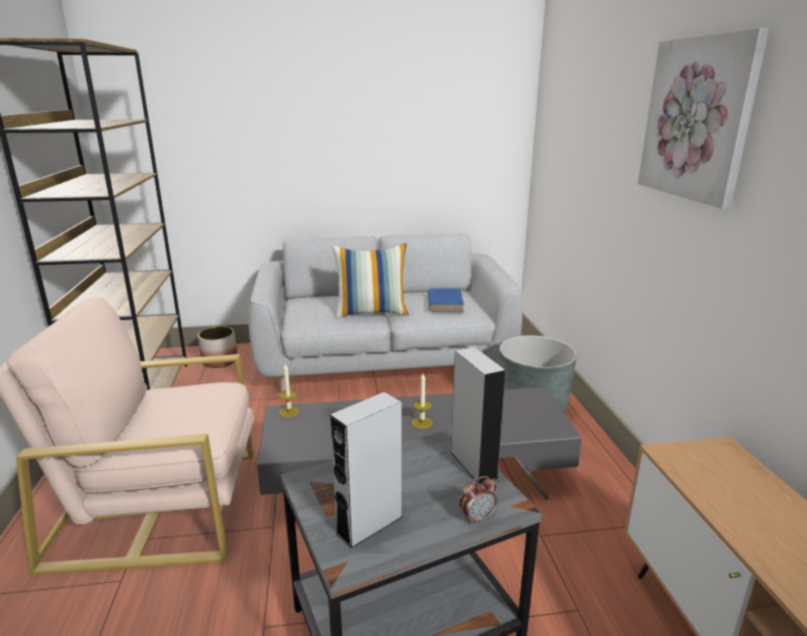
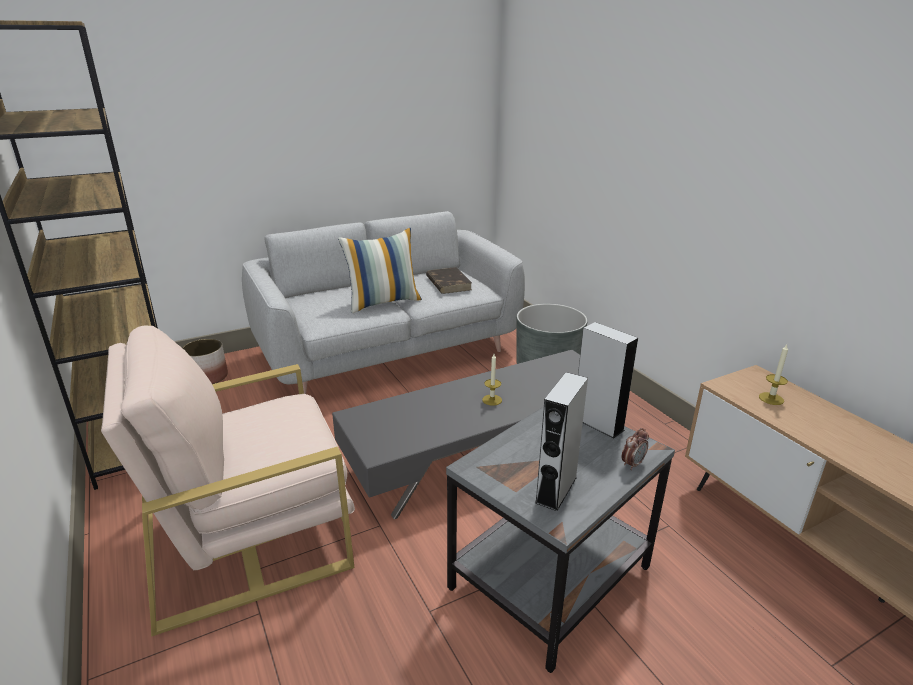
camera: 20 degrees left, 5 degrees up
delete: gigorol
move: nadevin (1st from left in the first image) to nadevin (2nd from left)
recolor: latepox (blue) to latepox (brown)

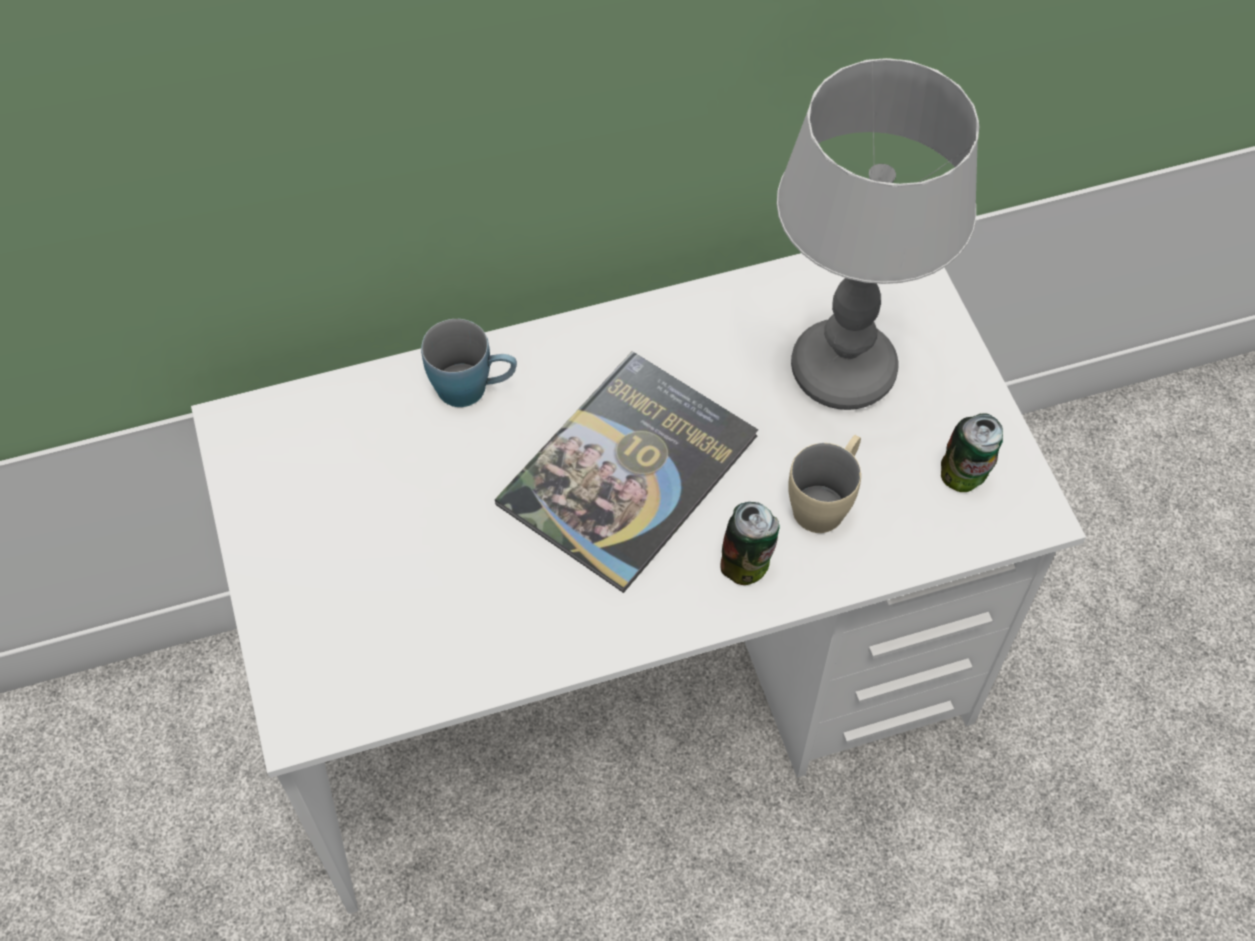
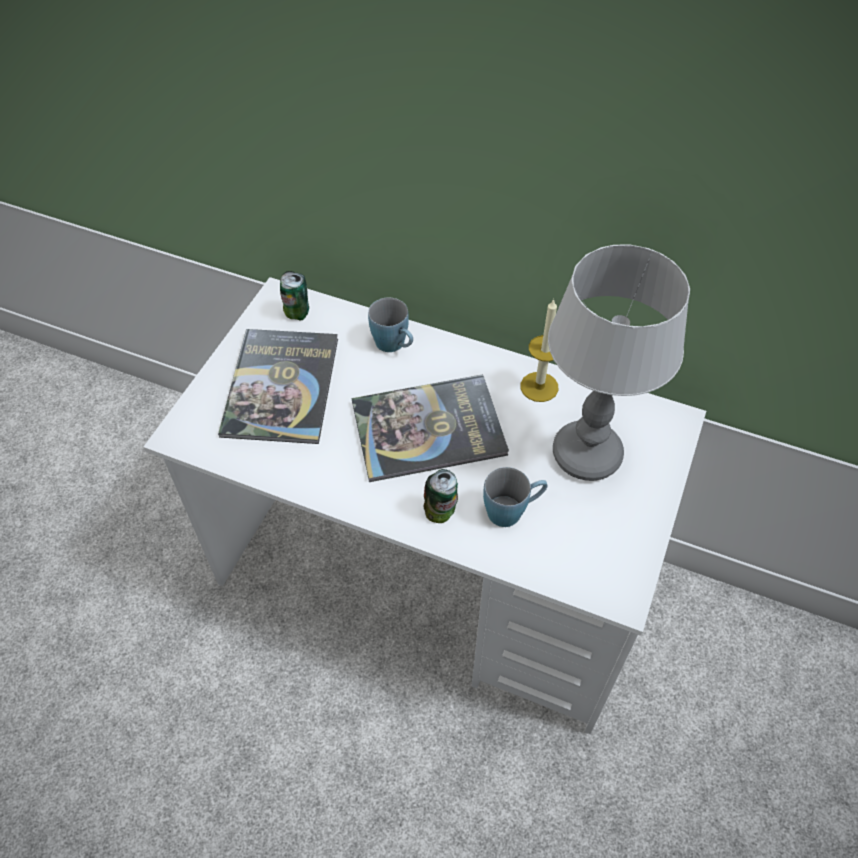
camera: 40 degrees right, 5 degrees down
insert: latepox (1st from left); nadevin
move: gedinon (2nd from left in the first image) to gedinon (1st from left)
recolor: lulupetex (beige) to lulupetex (blue) (2nd from left)

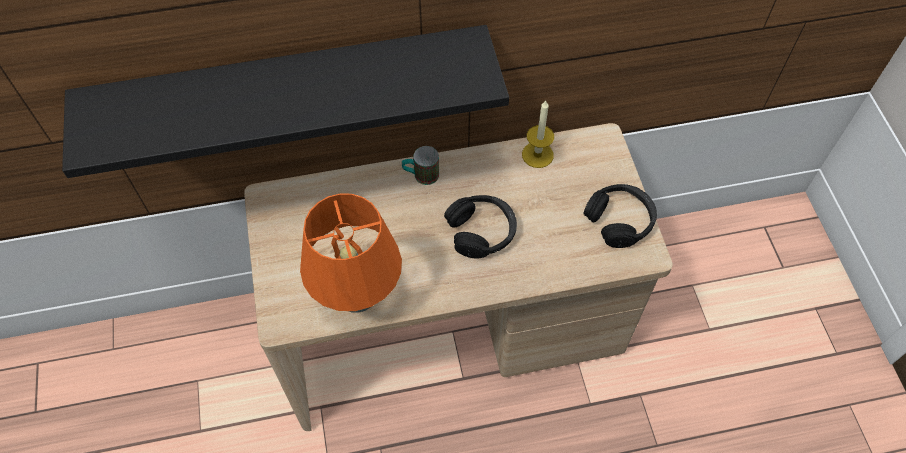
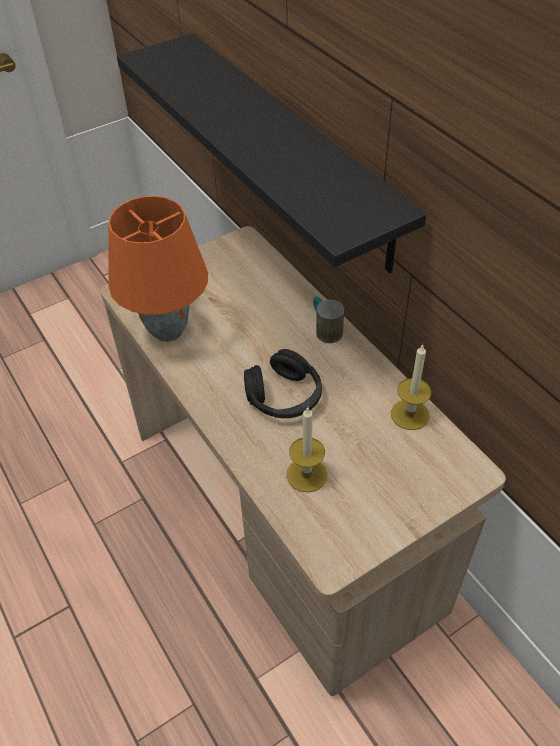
camera: 70 degrees right, 10 degrees down
delete: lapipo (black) (2nd from left)
insert: nadevin (1st from left)

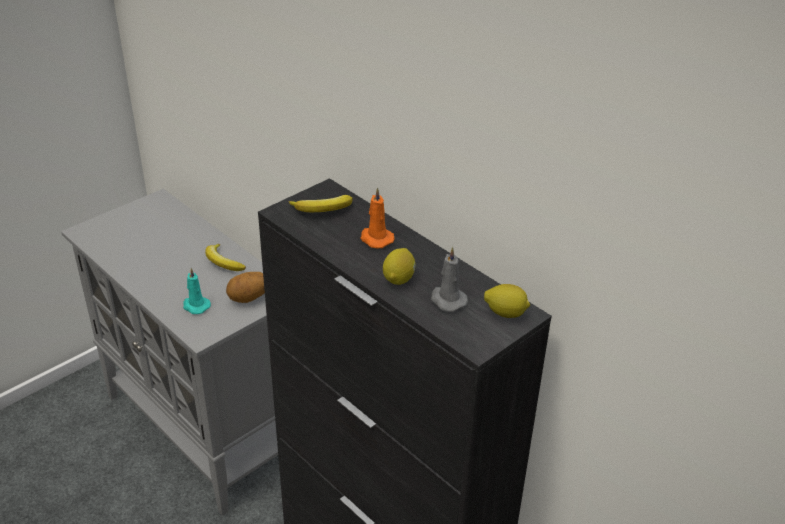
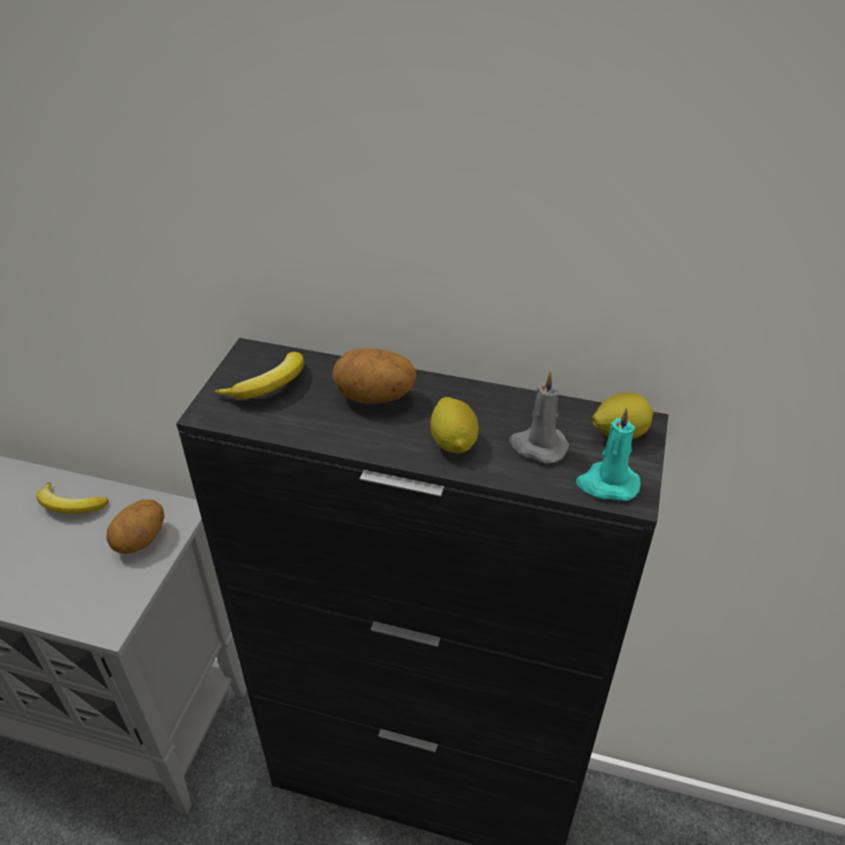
camera: 30 degrees left, 5 degrees up
move: nadevin (turquoise)
replace: nadevin (orange) to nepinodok (2nd from left)

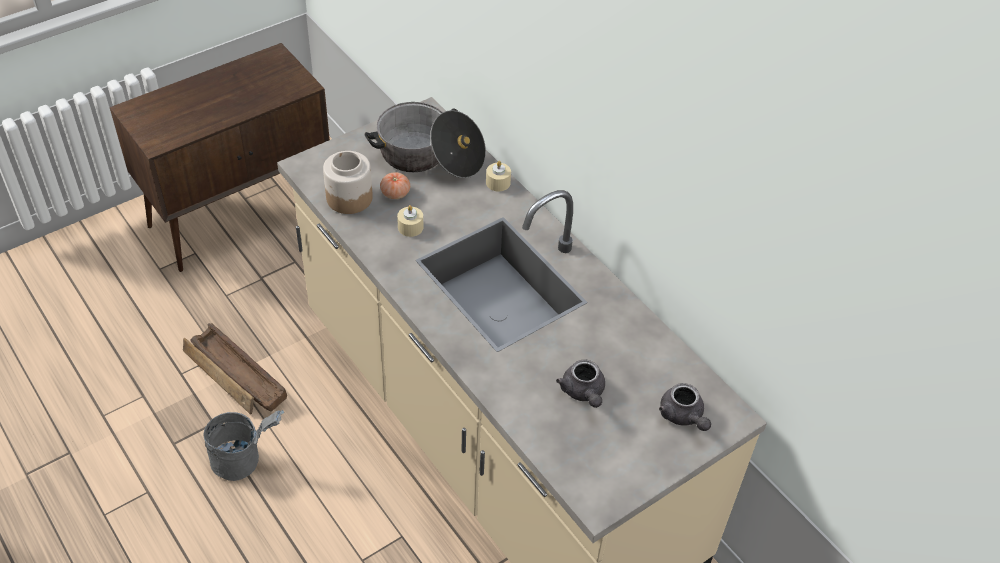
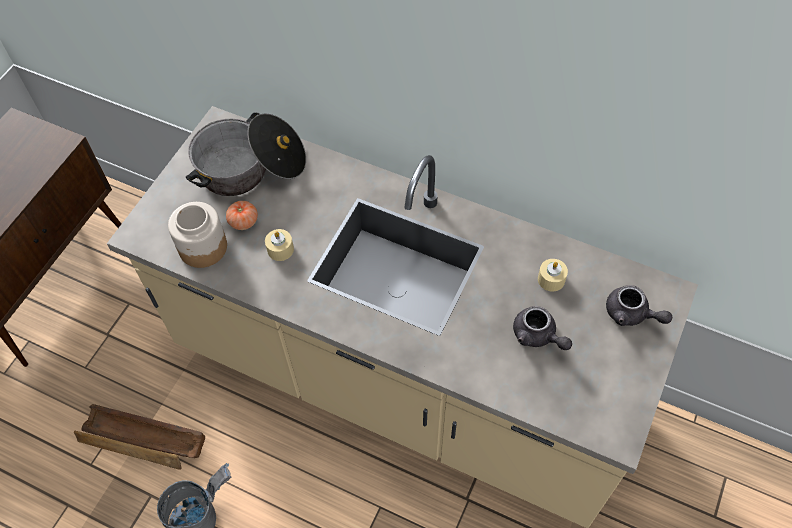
camera: 25 degrees left, 10 degrees up
move: nadevin (beige) (2nd from left)

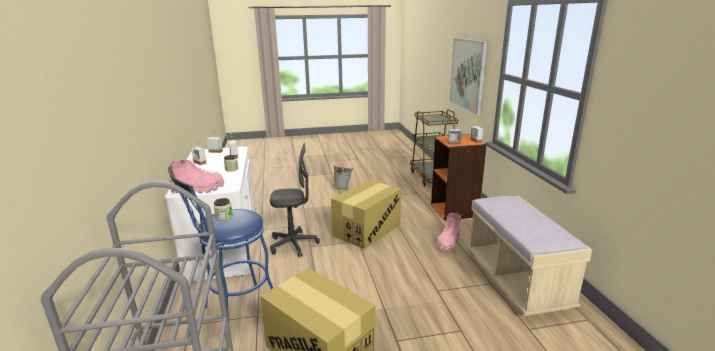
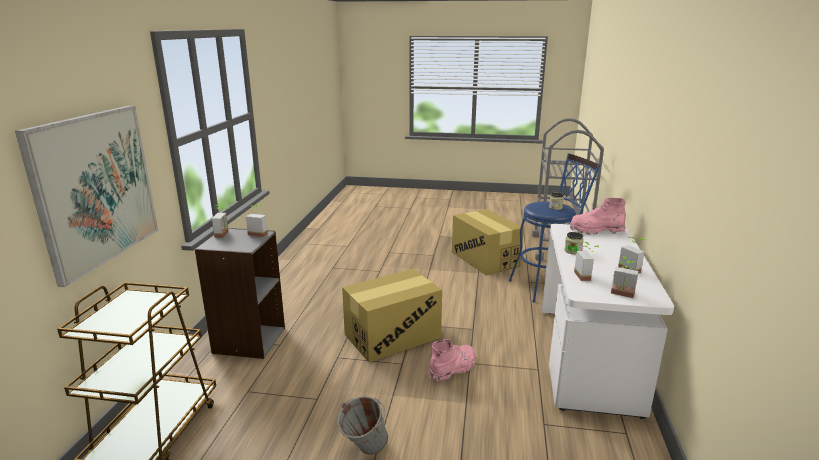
camera: 160 degrees left, 0 degrees up
delete: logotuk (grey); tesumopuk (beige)
move: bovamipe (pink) (2nd from left in the first image) to bovamipe (pink) (1st from left)
recolor: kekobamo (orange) to kekobamo (grey)

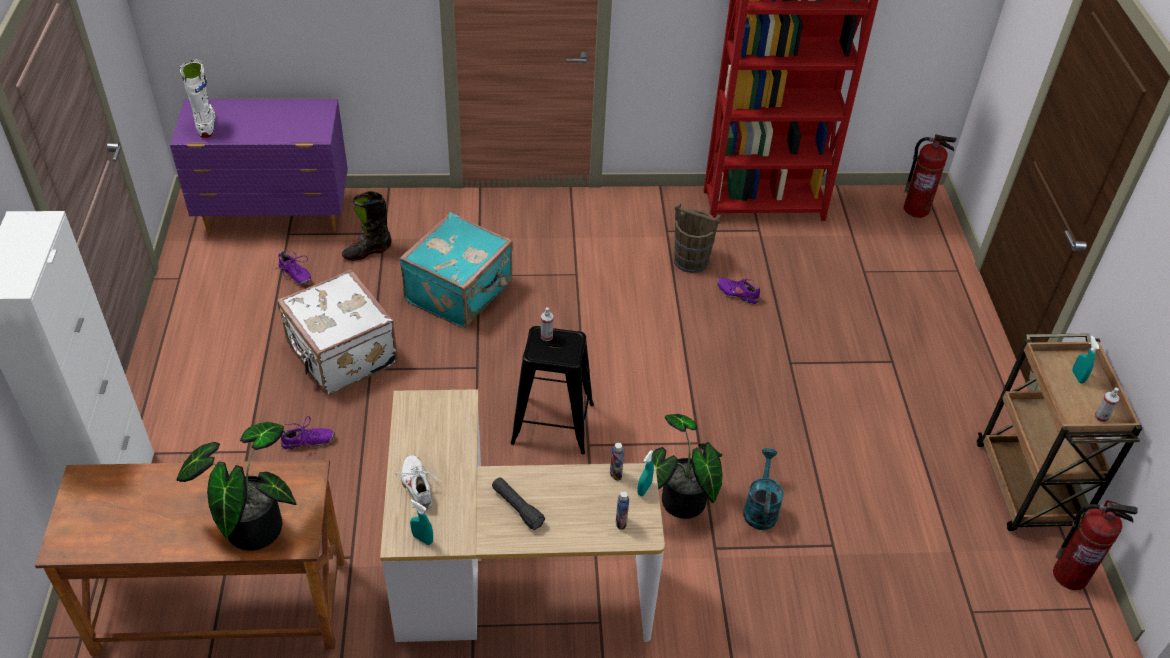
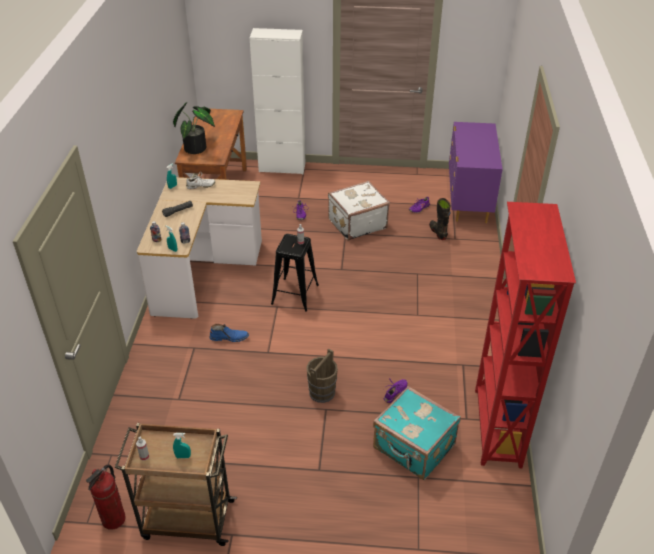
camera: 100 degrees right, 5 degrees down
delete: bovamipe (white); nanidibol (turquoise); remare (1st from left)
move: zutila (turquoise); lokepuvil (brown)
replace: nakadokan (2nd from left) to bovamipe (blue)

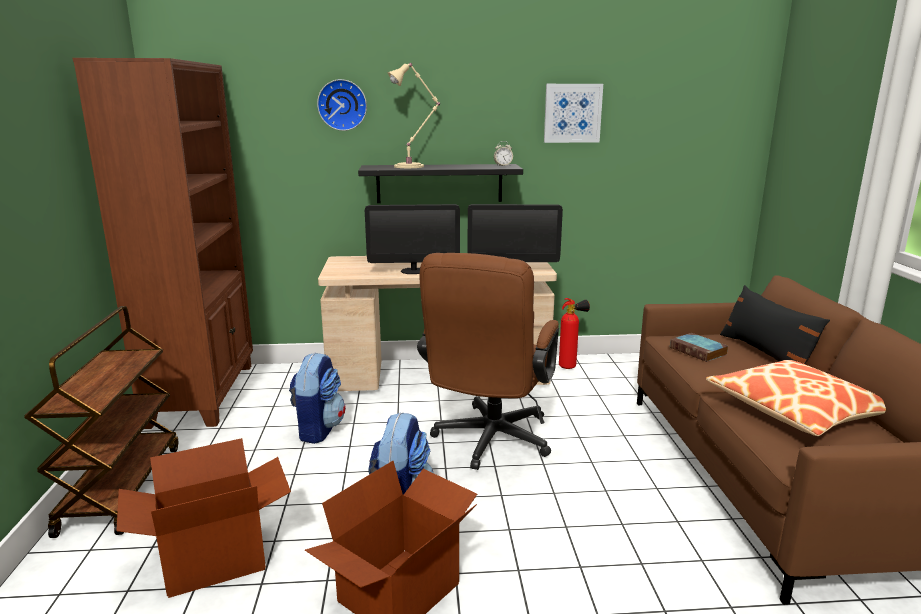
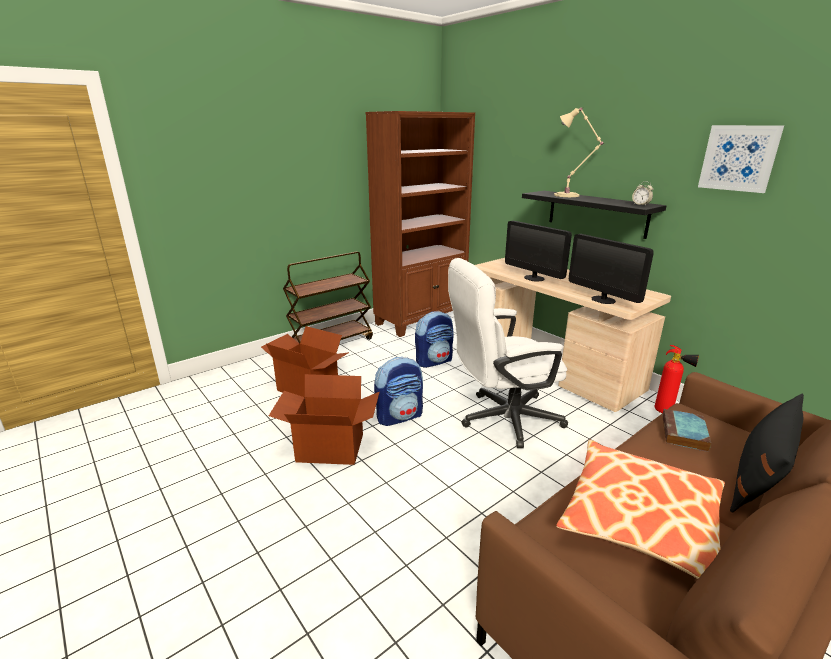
camera: 55 degrees right, 5 degrees up
delete: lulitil
recolor: logotuk (brown) to logotuk (white)

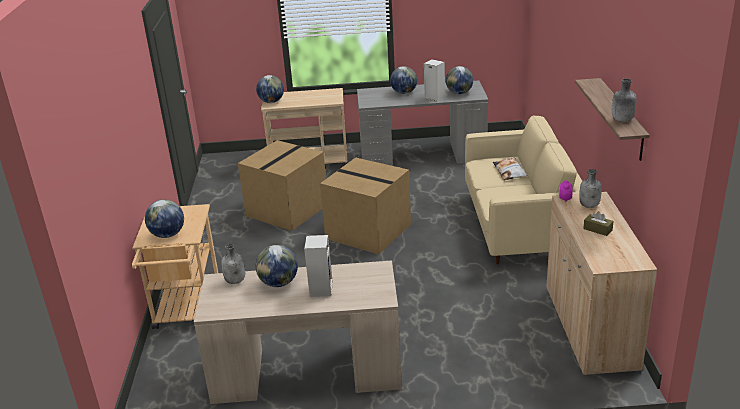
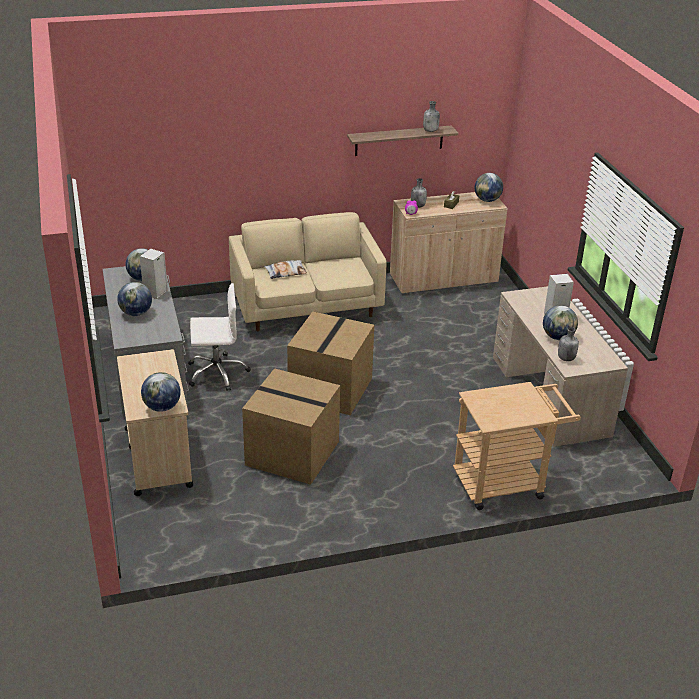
camera: 105 degrees left, 5 degrees up
insert: logotuk (white)
move: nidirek (1st from left in the first image) to nidirek (4th from left)

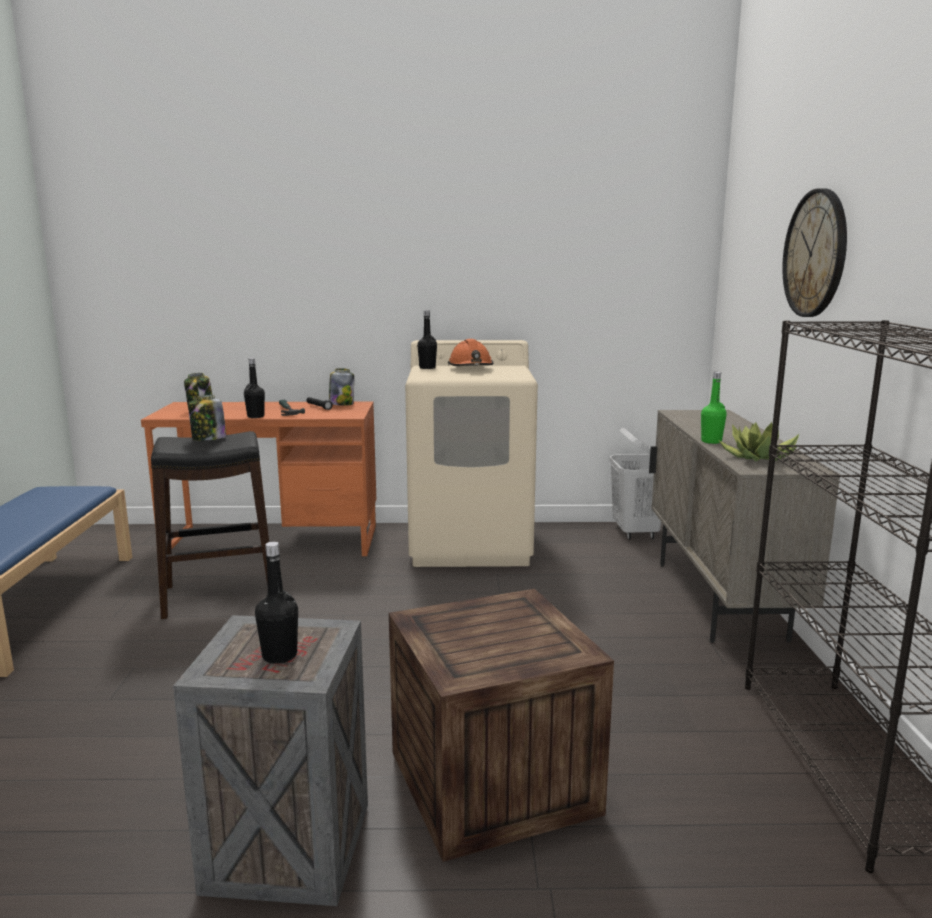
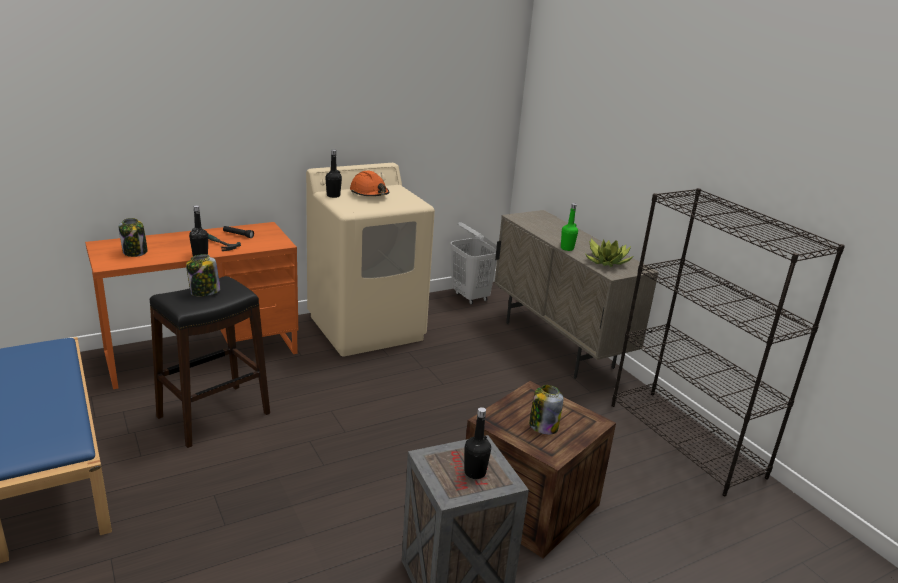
camera: 30 degrees left, 10 degrees up
delete: lulitil
move: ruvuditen (3rd from left)

